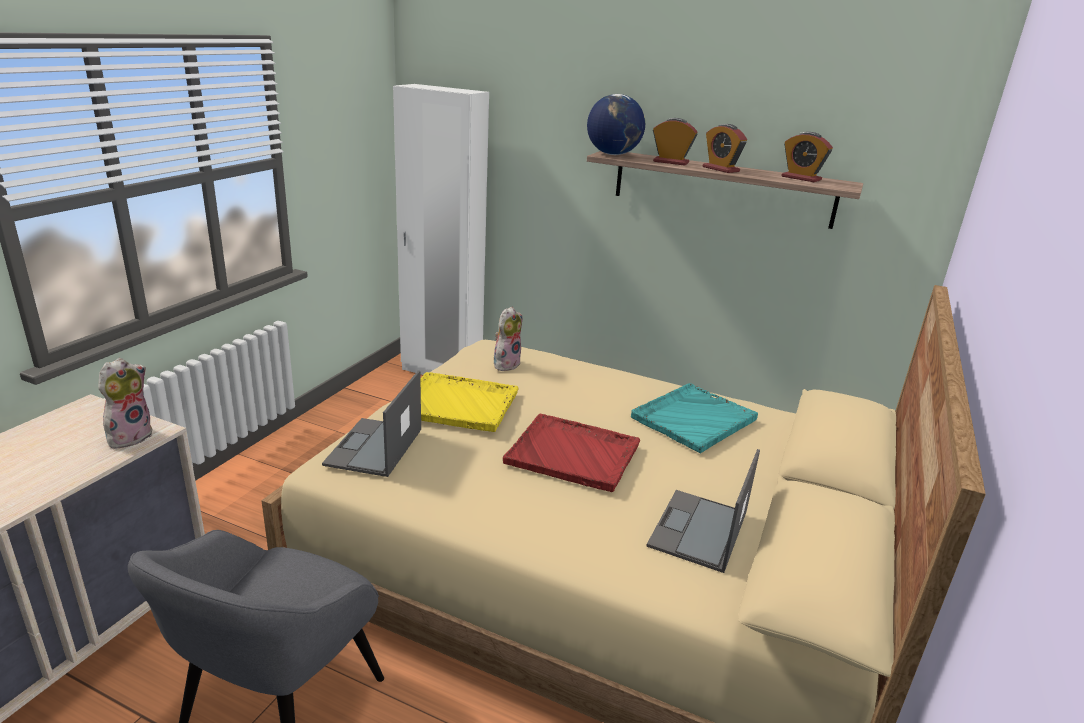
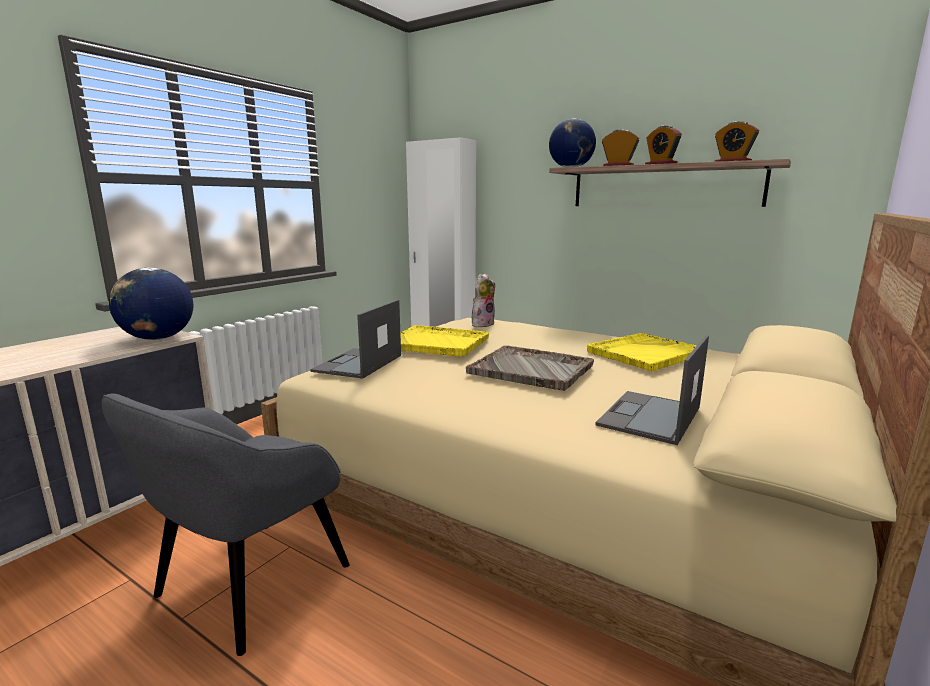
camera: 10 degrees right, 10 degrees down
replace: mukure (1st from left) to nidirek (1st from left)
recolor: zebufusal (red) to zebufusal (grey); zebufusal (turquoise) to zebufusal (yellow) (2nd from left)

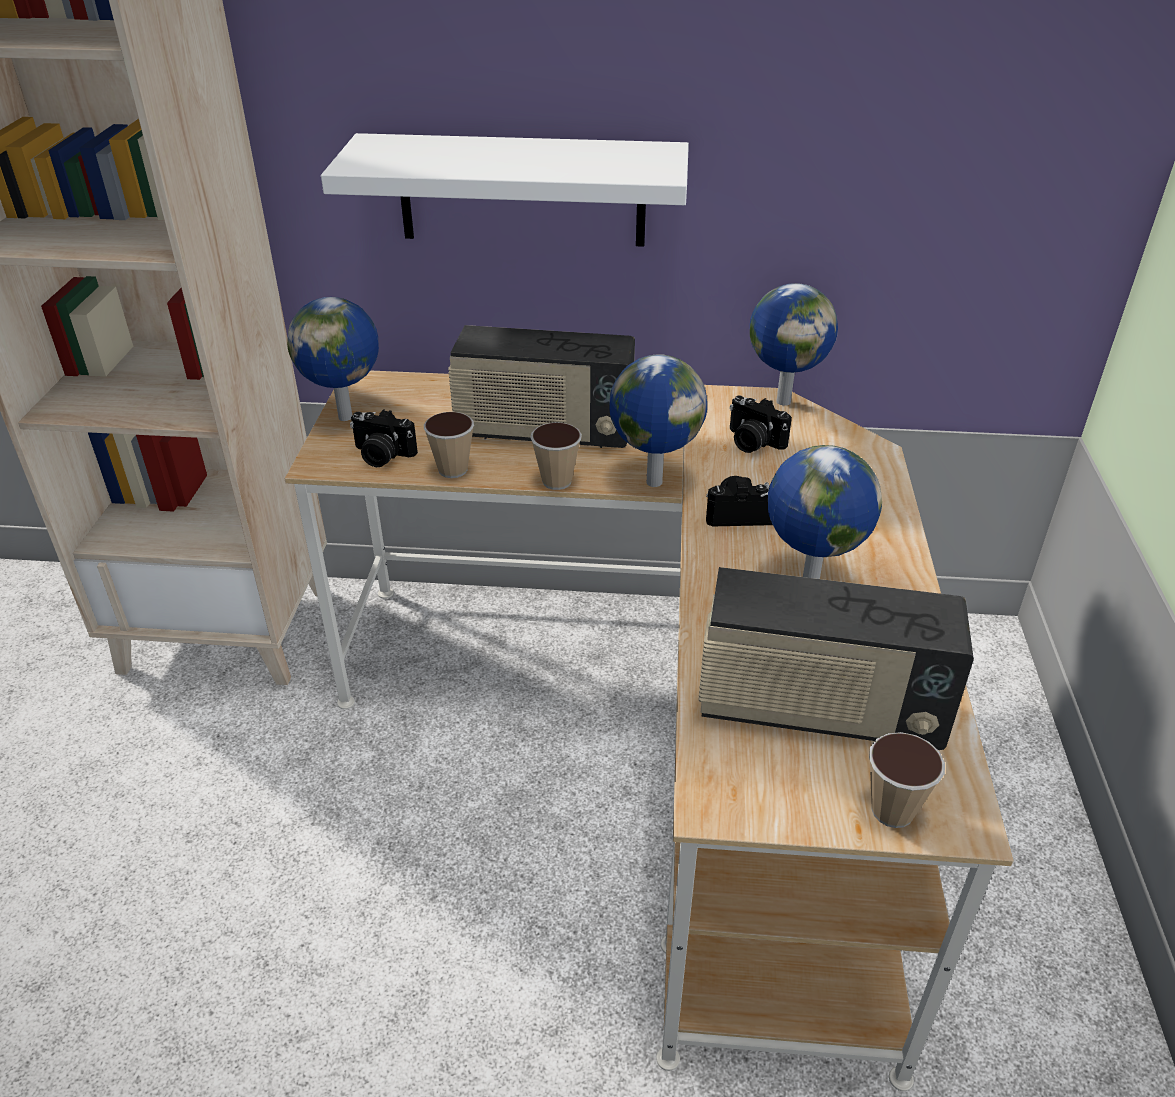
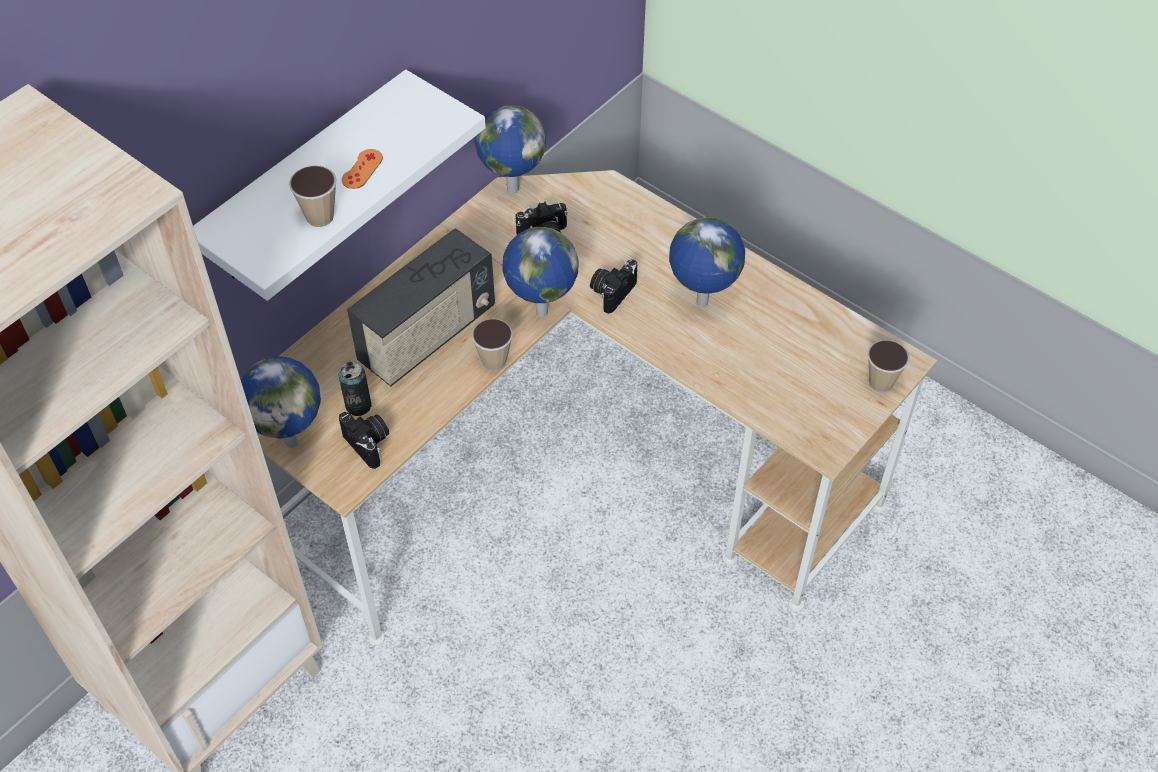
camera: 55 degrees left, 15 degrees up
delete: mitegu (2nd from left)
insert: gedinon; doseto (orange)
move: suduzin (1st from left)
rotate: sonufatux (1st from left) 90 degrees counterclockwise

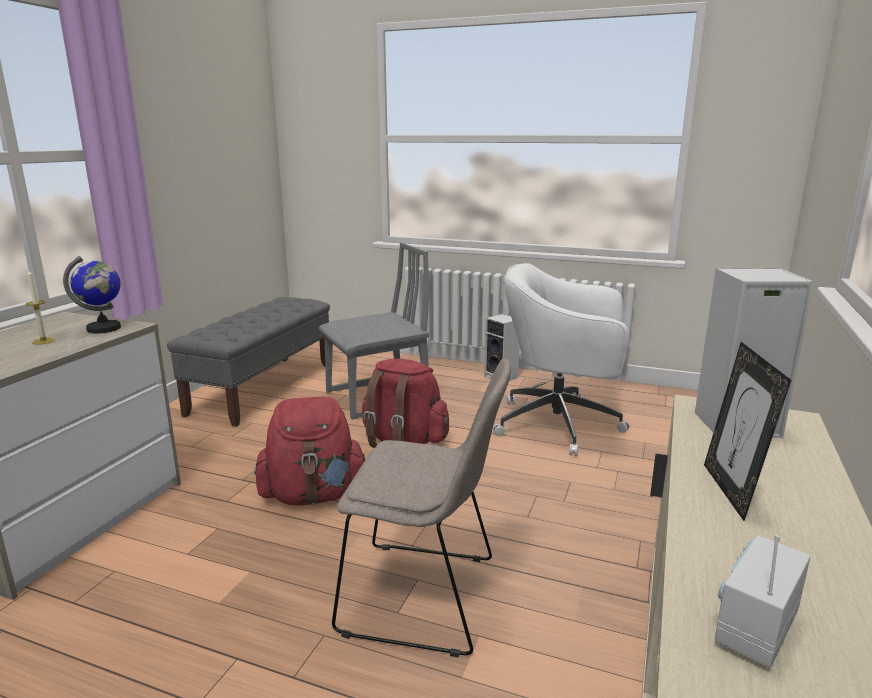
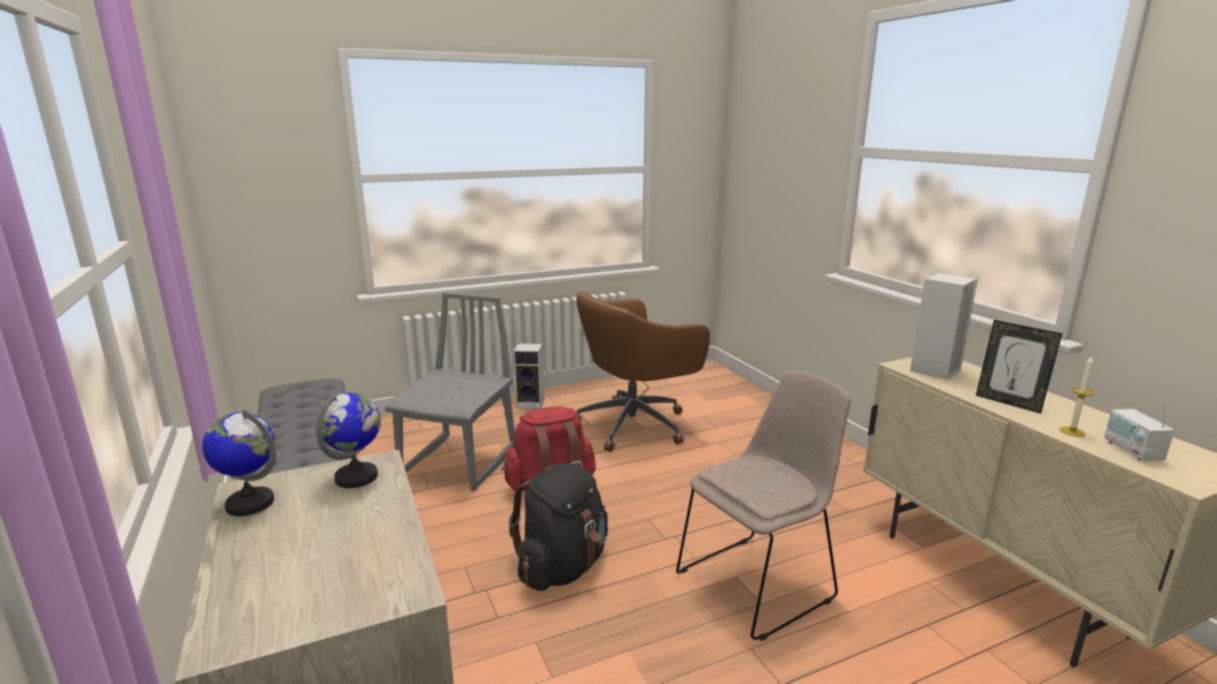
camera: 45 degrees left, 0 degrees up
insert: nidirek (1st from left)
move: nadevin
recolor: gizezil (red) (1st from left) to gizezil (black); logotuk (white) to logotuk (brown)

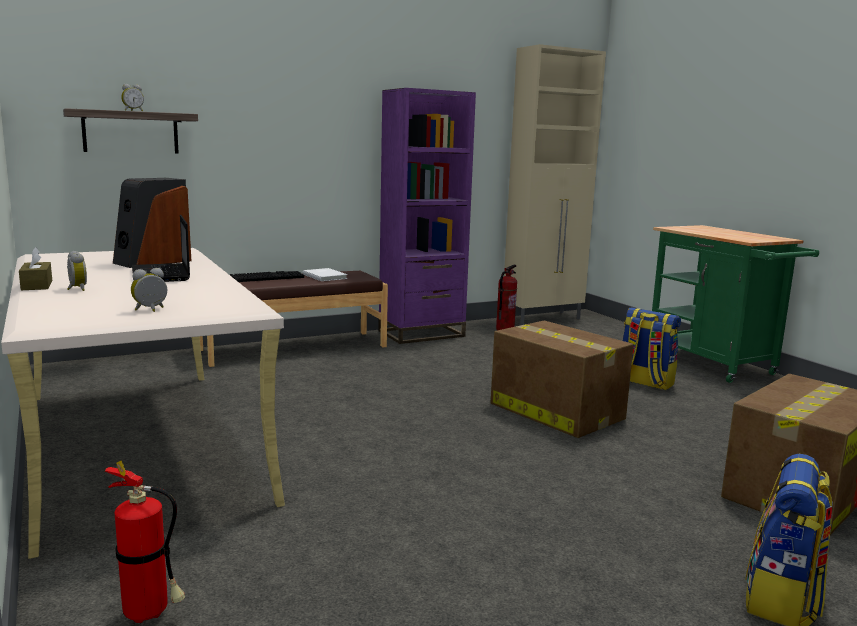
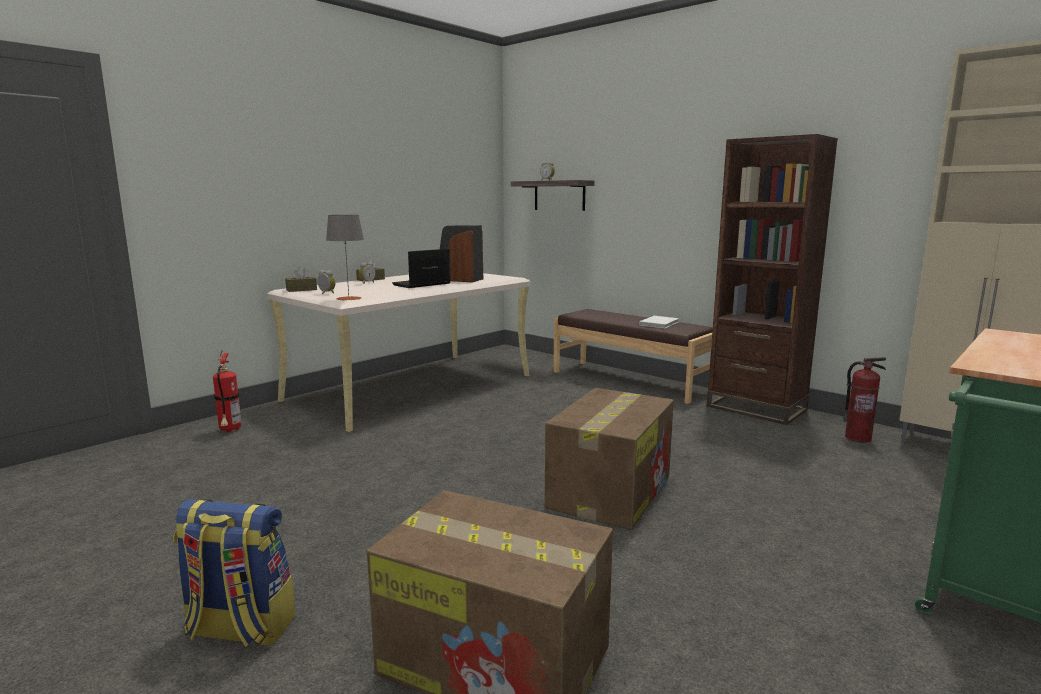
camera: 70 degrees right, 0 degrees up
delete: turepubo; gizezil (1st from left)
insert: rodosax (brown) (1st from left); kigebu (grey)
recolor: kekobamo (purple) to kekobamo (brown)

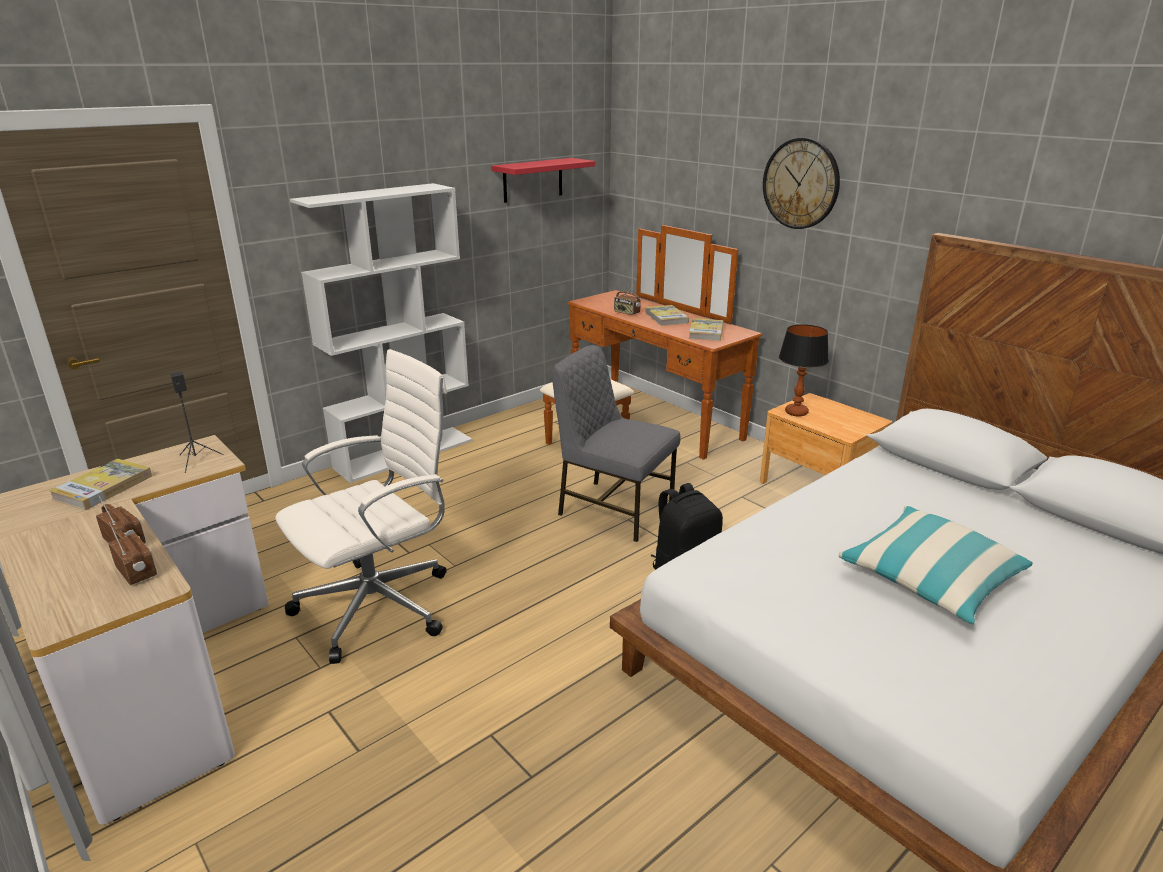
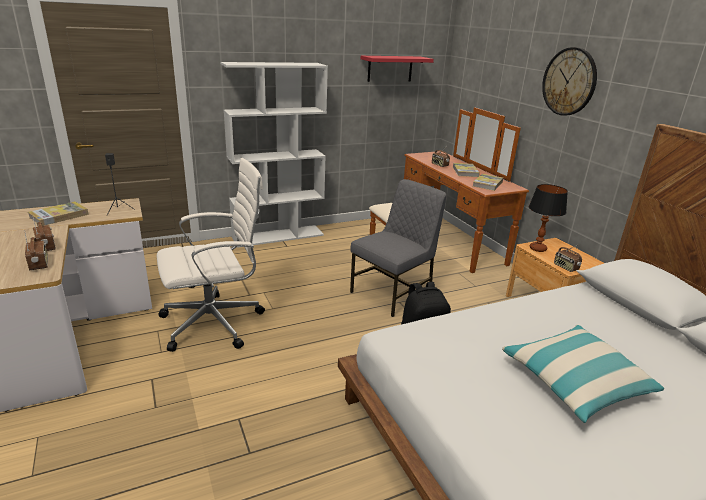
camera: 15 degrees right, 0 degrees up
insert: mitegu (4th from left)
rotate: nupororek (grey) 90 degrees clockwise

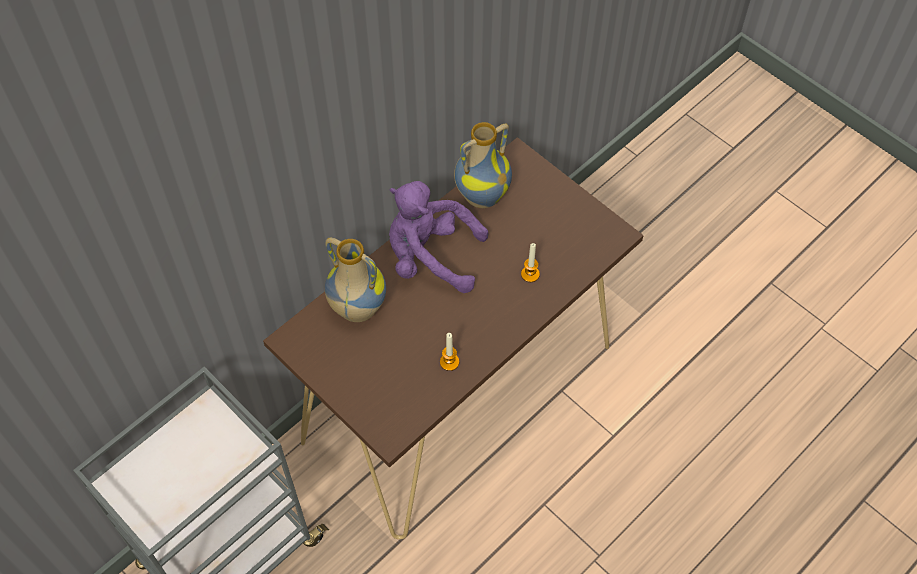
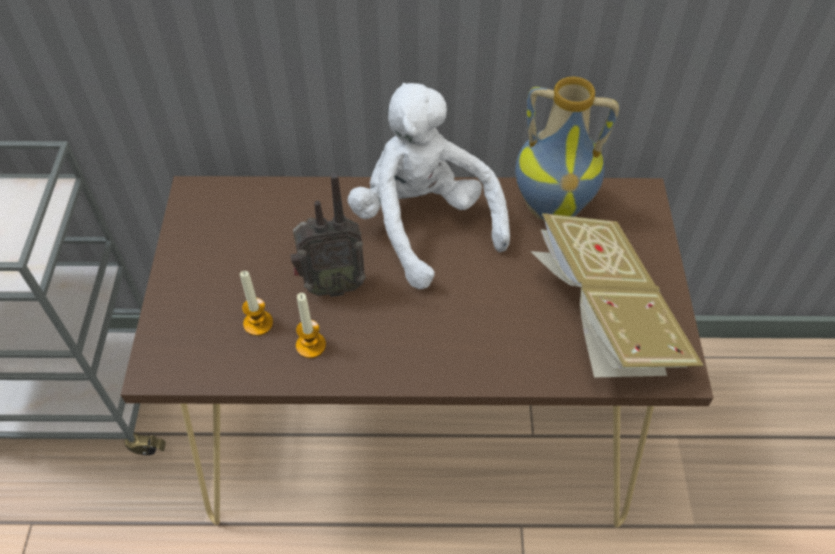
camera: 45 degrees right, 5 degrees down
delete: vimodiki (1st from left)
insert: mitegu; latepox
move: nadevin (2nd from left in the first image) to nadevin (1st from left)
recolor: mukure (purple) to mukure (white)

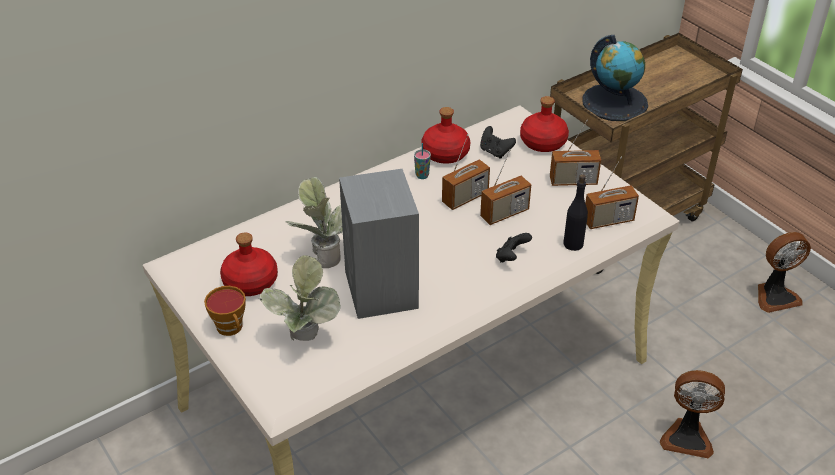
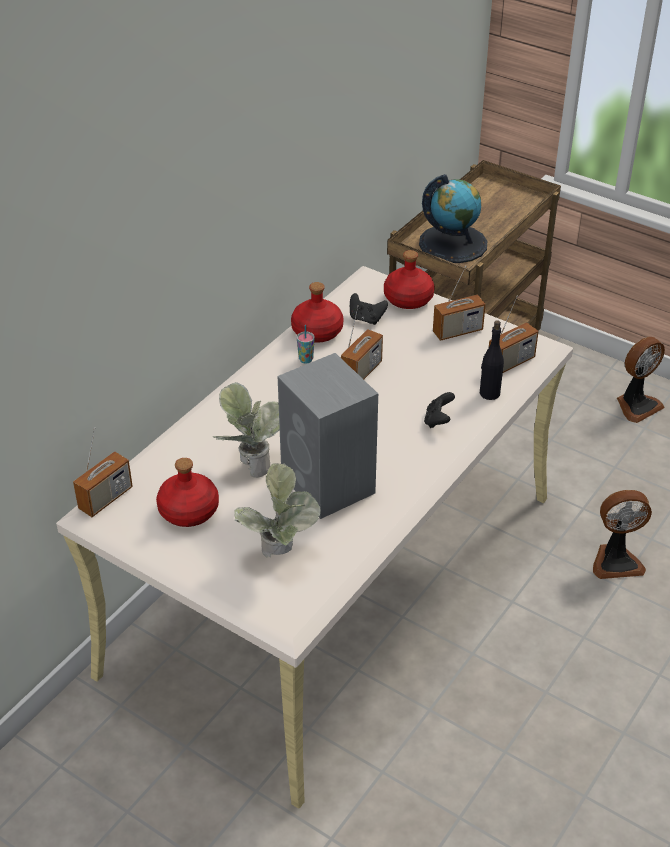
camera: 20 degrees left, 0 degrees up
delete: suduzin (1st from left)
move: mitegu (2nd from left in the first image) to mitegu (1st from left)

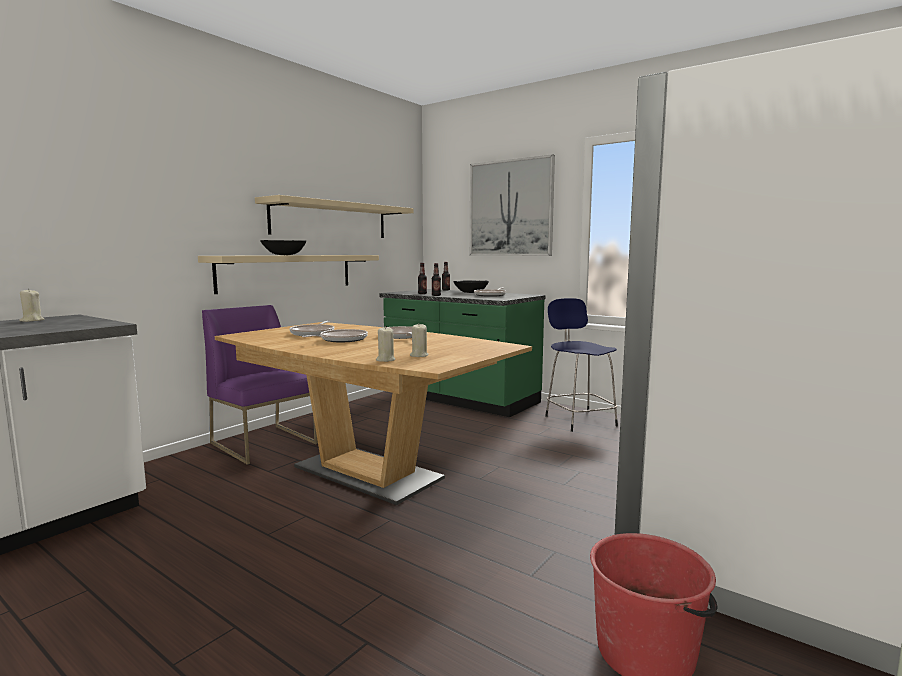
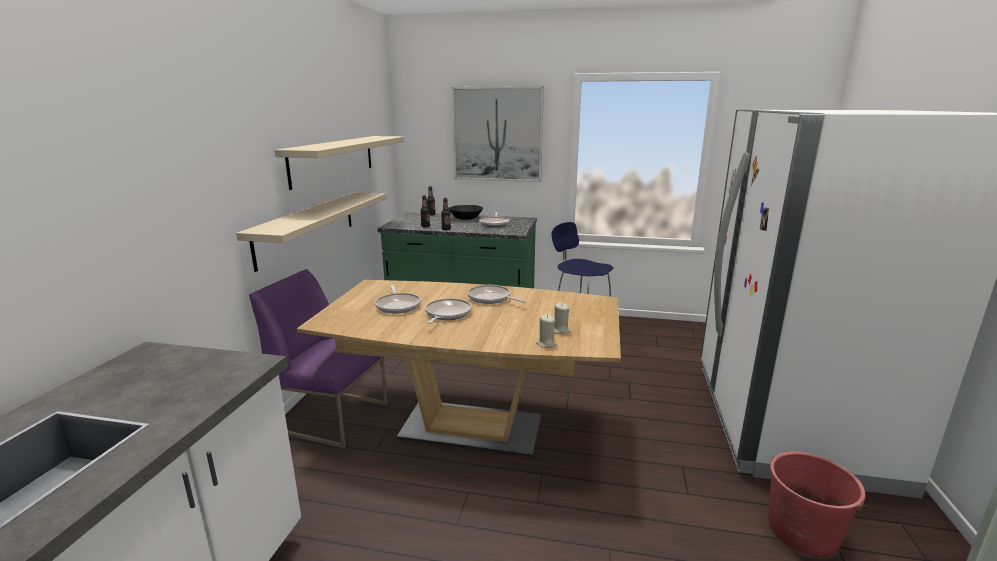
camera: 25 degrees left, 10 degrees up
delete: nadevin (beige) (1st from left); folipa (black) (1st from left)

